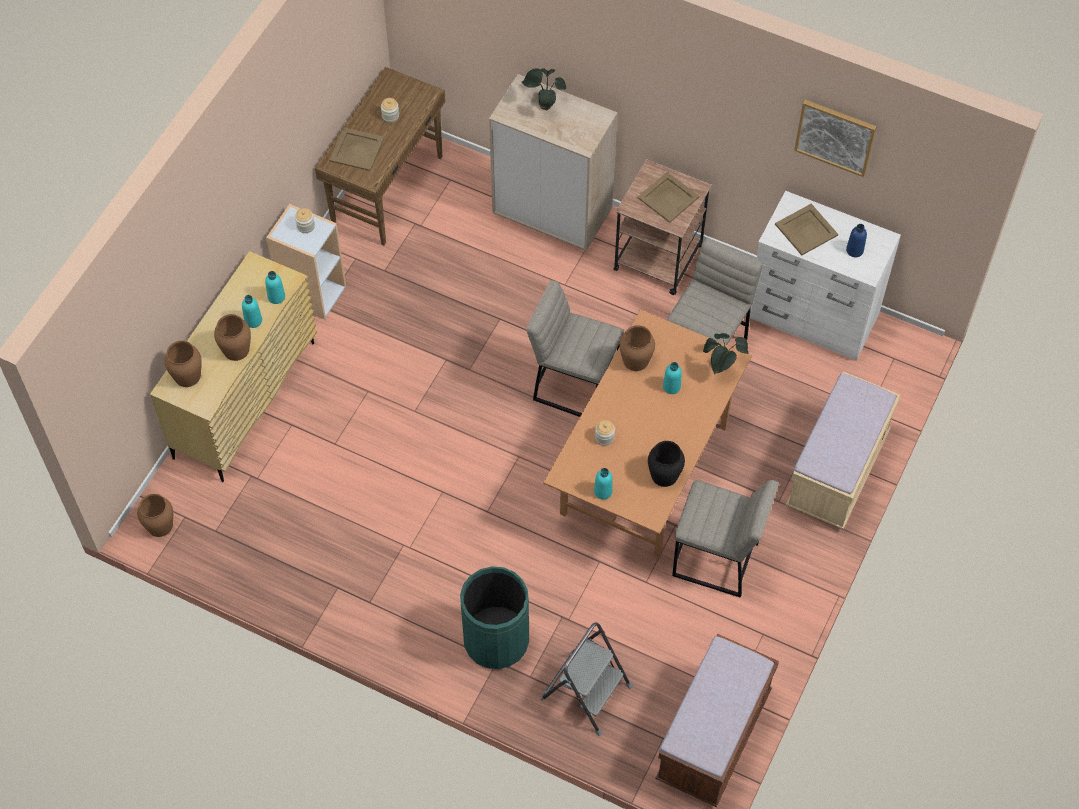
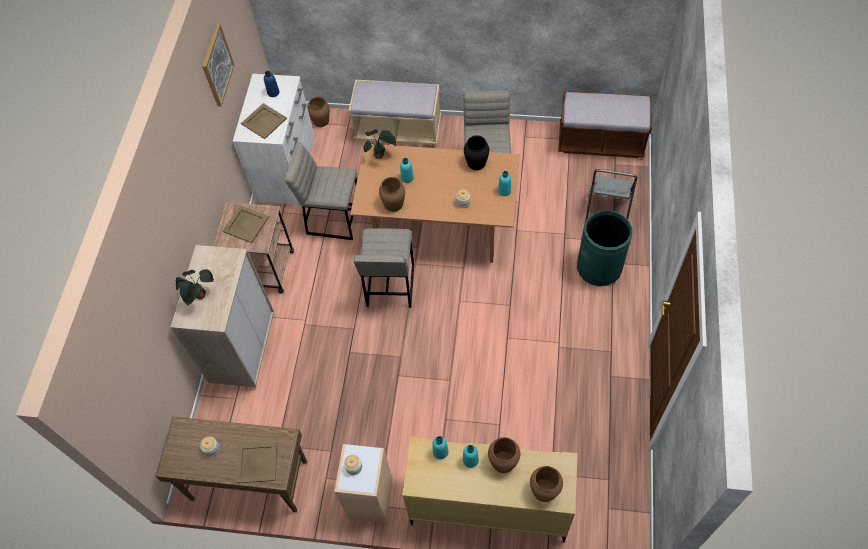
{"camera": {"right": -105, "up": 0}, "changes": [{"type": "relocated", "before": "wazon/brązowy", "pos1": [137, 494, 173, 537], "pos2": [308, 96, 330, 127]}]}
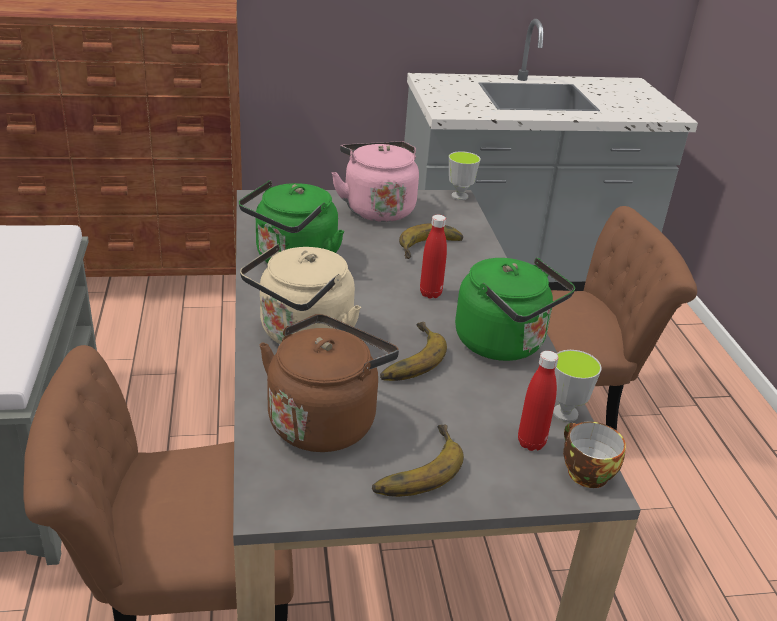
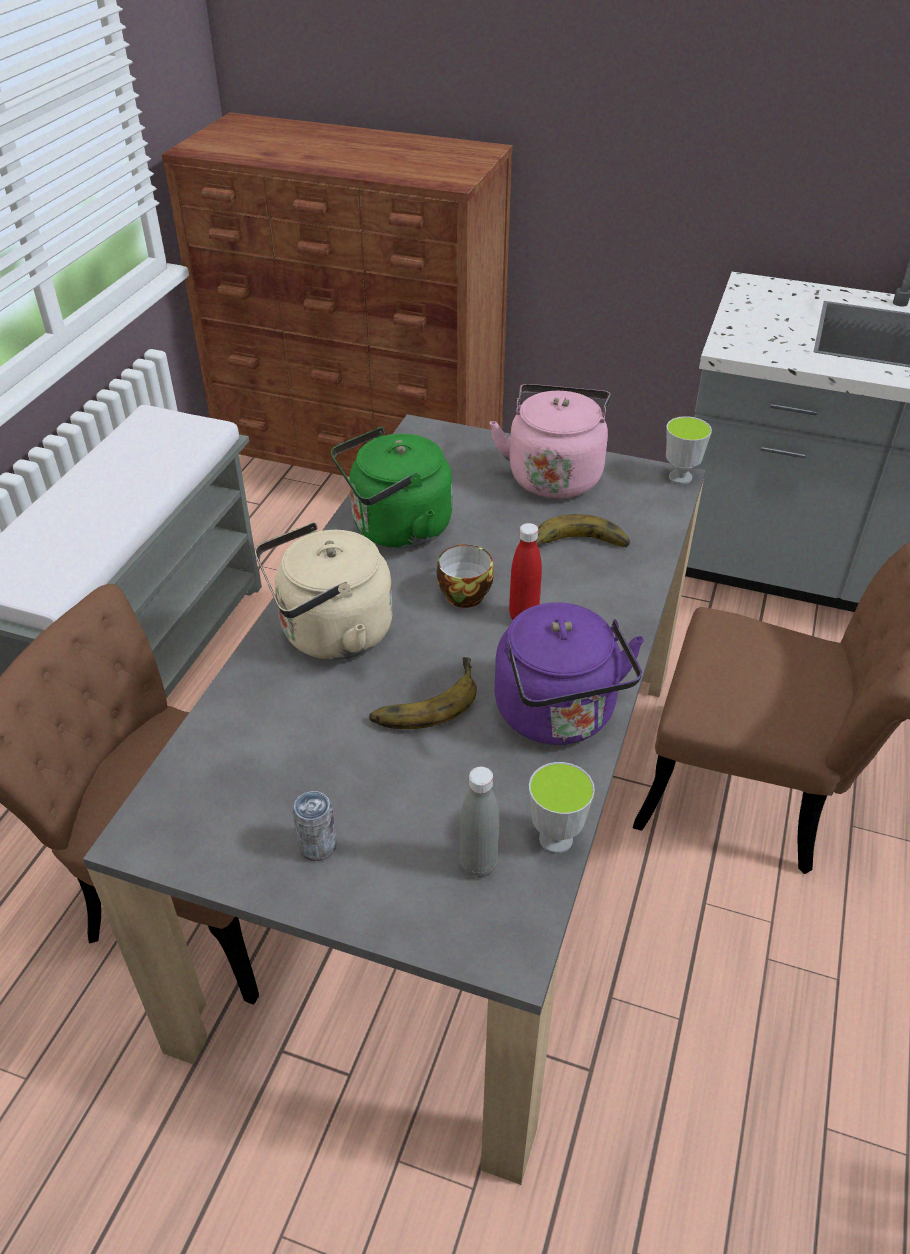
{"camera": {"right": 30, "up": 10}, "changes": [{"type": "colour", "before": "czajnik/zielony", "after": "czajnik/fioletowy", "pos1": [455, 258, 575, 361], "pos2": [495, 602, 644, 745]}, {"type": "missing", "before": "czajnik/brązowy", "pos1": [260, 314, 399, 452]}, {"type": "colour", "before": "butelka/czerwony", "after": "butelka/szary", "pos1": [518, 351, 559, 451], "pos2": [460, 767, 499, 878]}, {"type": "relocated", "before": "filiżanka", "pos1": [563, 421, 626, 488], "pos2": [437, 544, 494, 608]}, {"type": "exchanged", "before": "banan", "after": "puszka", "pos1": [372, 425, 464, 497], "pos2": [293, 791, 337, 861]}]}
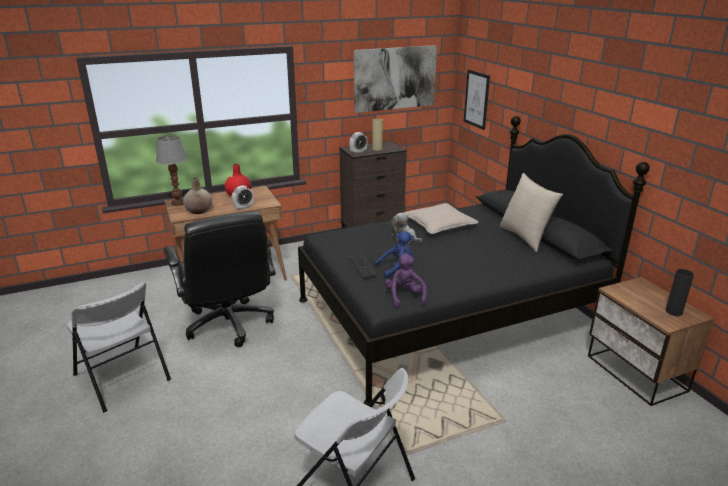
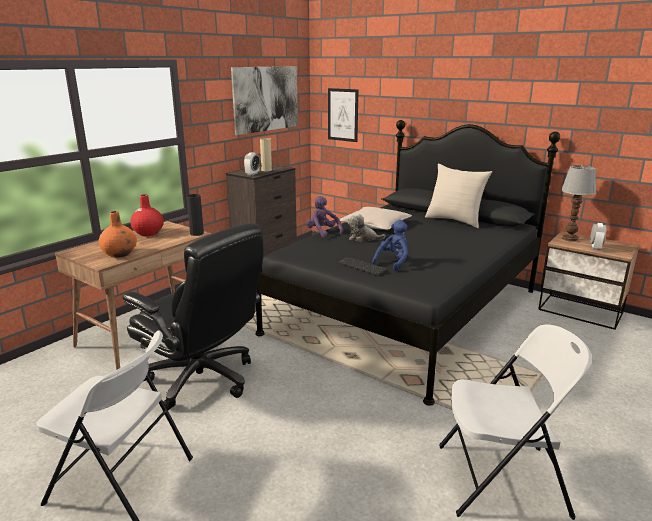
{"camera": {"right": -30, "up": -5}, "changes": [{"type": "relocated", "before": "lampa stołowa", "pos1": [156, 135, 187, 206], "pos2": [561, 165, 596, 242]}, {"type": "colour", "before": "wazon/beżowy", "after": "wazon/pomarańczowy", "pos1": [183, 178, 212, 214], "pos2": [99, 211, 137, 258]}, {"type": "relocated", "before": "budzik", "pos1": [232, 185, 253, 210], "pos2": [590, 223, 606, 250]}, {"type": "relocated", "before": "pluszak/fioletowy", "pos1": [385, 254, 427, 307], "pos2": [306, 196, 343, 238]}, {"type": "relocated", "before": "wazon/czarny", "pos1": [666, 269, 694, 316], "pos2": [186, 194, 204, 236]}]}
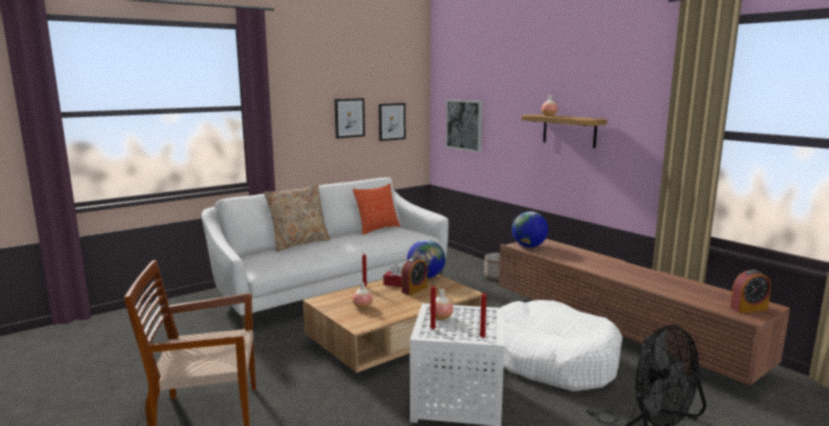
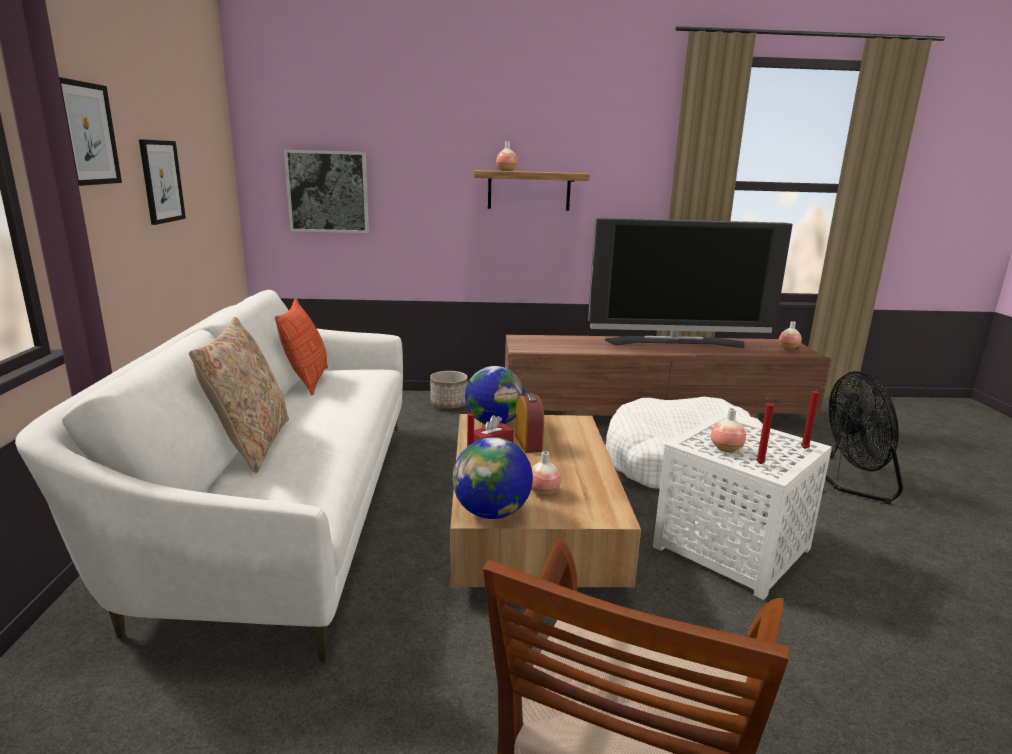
{"camera": {"right": -55, "up": 5}, "changes": [{"type": "relocated", "before": "obraz", "pos1": [379, 103, 406, 141], "pos2": [59, 77, 122, 186]}, {"type": "relocated", "before": "globus", "pos1": [512, 211, 549, 248], "pos2": [452, 437, 533, 519]}, {"type": "exchanged", "before": "budzik", "after": "wazon", "pos1": [730, 270, 771, 313], "pos2": [779, 321, 802, 349]}, {"type": "appeared", "after": "telewizor", "pos2": [588, 218, 793, 348]}]}
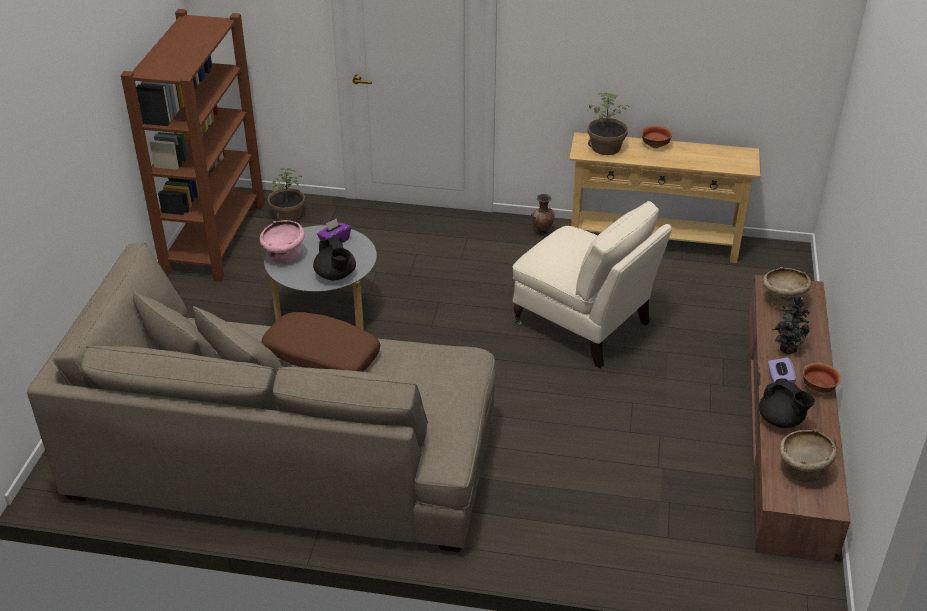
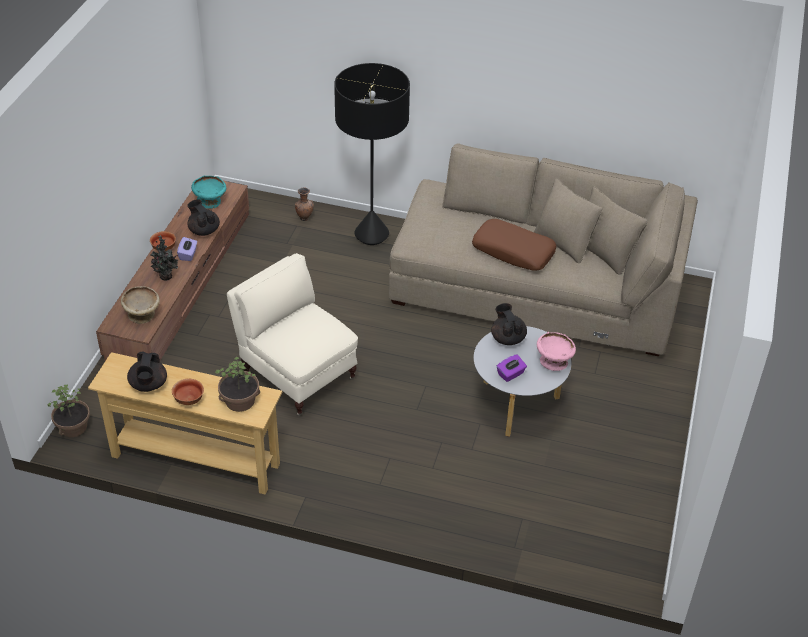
{"camera": {"right": -175, "up": 5}, "changes": [{"type": "missing", "before": "regał/brązowy", "pos1": [121, 9, 265, 282]}, {"type": "relocated", "before": "roślina doniczkowa", "pos1": [268, 168, 305, 221], "pos2": [47, 385, 90, 437]}, {"type": "relocated", "before": "wazon/brązowy", "pos1": [531, 194, 555, 235], "pos2": [295, 188, 314, 221]}, {"type": "colour", "before": "miska/beżowy", "after": "miska/turkusowy", "pos1": [779, 429, 837, 482], "pos2": [191, 176, 226, 209]}, {"type": "appeared", "after": "lampa stojąca/czarny", "pos2": [334, 63, 410, 245]}, {"type": "appeared", "after": "imbryk/czarny", "pos2": [127, 351, 167, 392]}]}
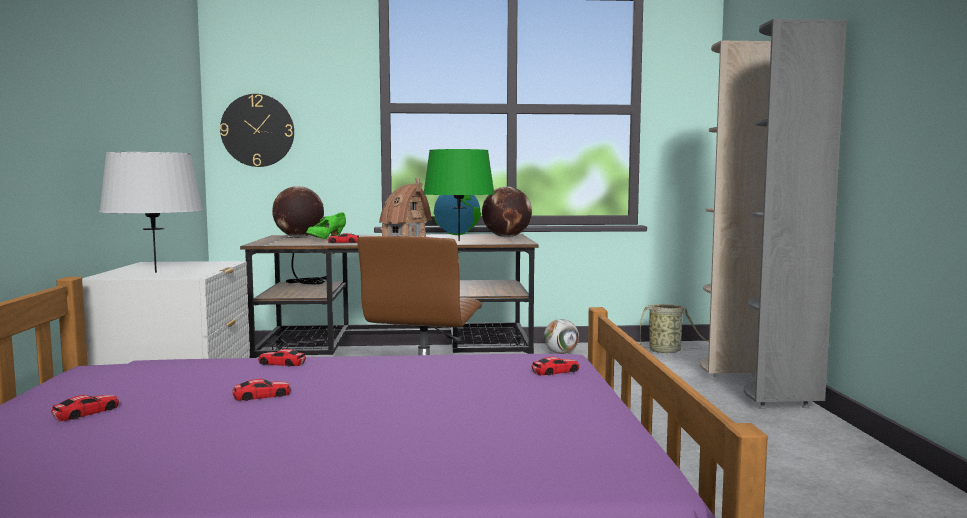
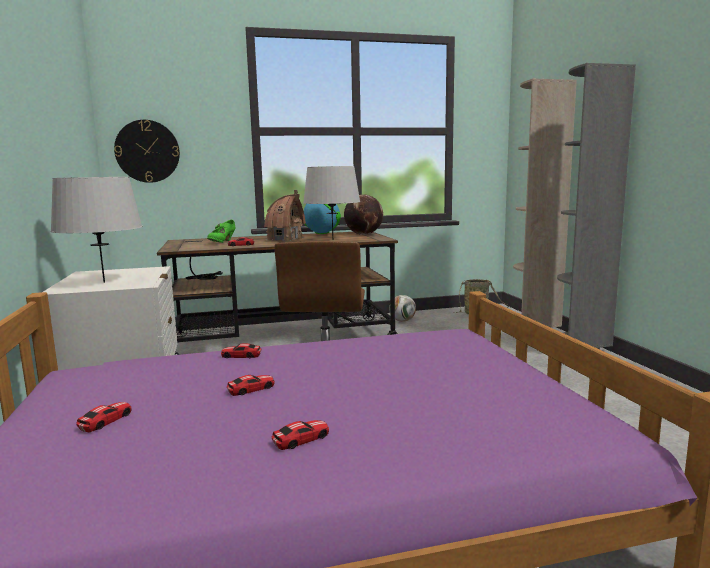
{"camera": {"right": -10, "up": 5}, "changes": [{"type": "colour", "before": "lampa stołowa/zielony", "after": "lampa stołowa/szary", "pos1": [424, 149, 495, 241], "pos2": [303, 166, 360, 240]}, {"type": "missing", "before": "globus", "pos1": [272, 186, 324, 237]}, {"type": "relocated", "before": "samochodzik", "pos1": [532, 357, 579, 375], "pos2": [272, 420, 329, 450]}]}
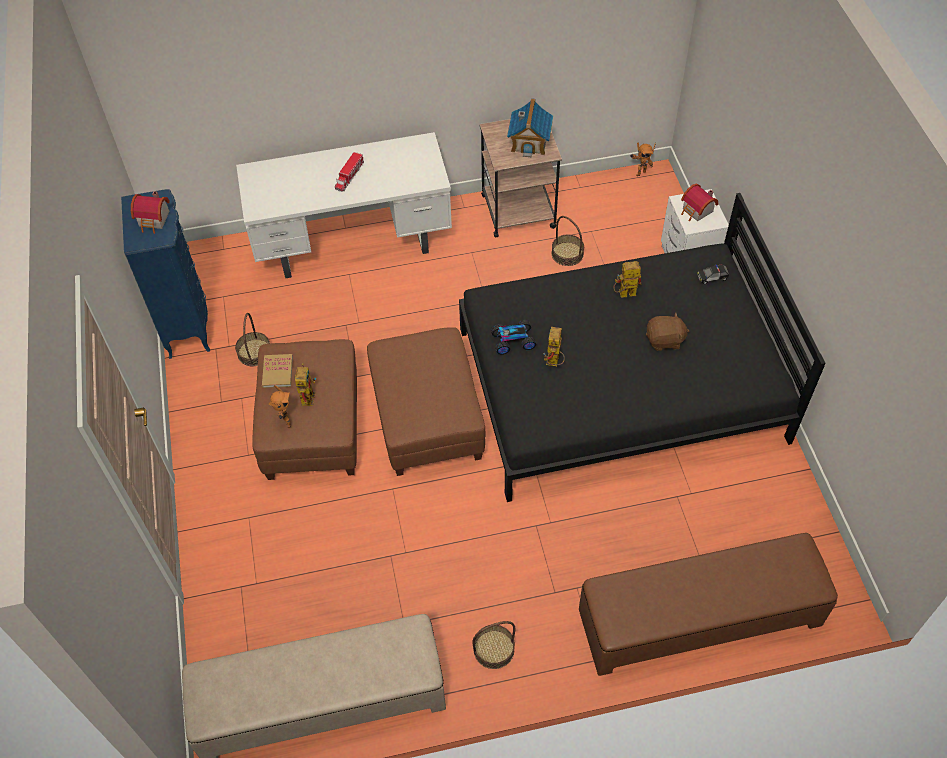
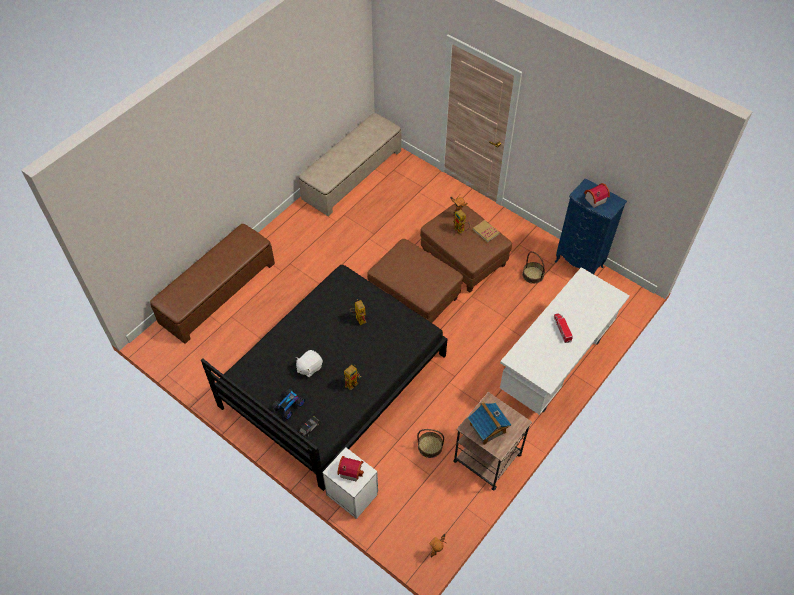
{"camera": {"right": 140, "up": 0}, "changes": [{"type": "colour", "before": "pluszak/brązowy", "after": "pluszak/biały", "pos1": [646, 313, 689, 351], "pos2": [296, 350, 323, 377]}, {"type": "relocated", "before": "samochodzik", "pos1": [491, 320, 536, 355], "pos2": [272, 388, 305, 420]}, {"type": "missing", "before": "koszyk", "pos1": [472, 621, 515, 669]}]}
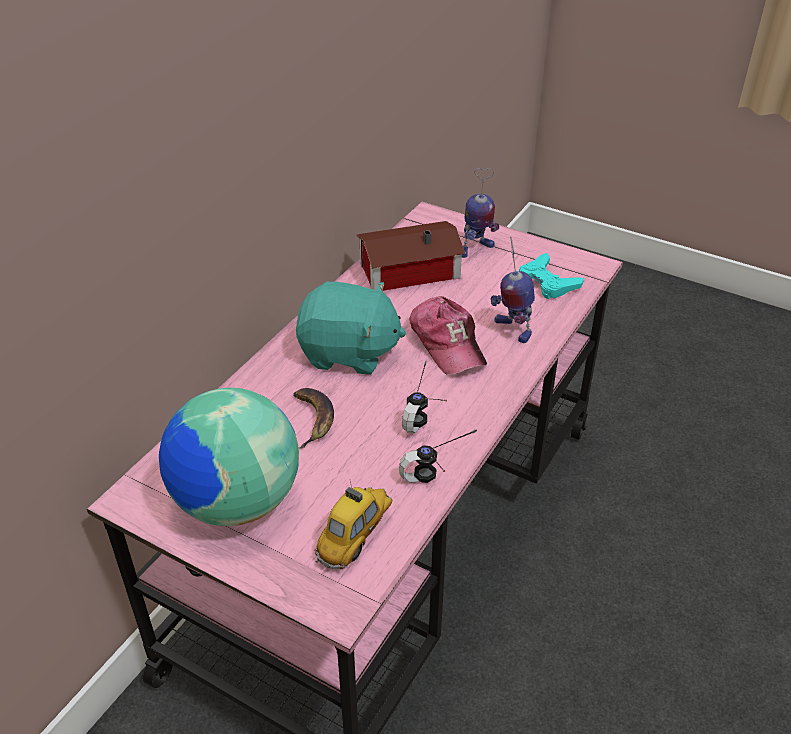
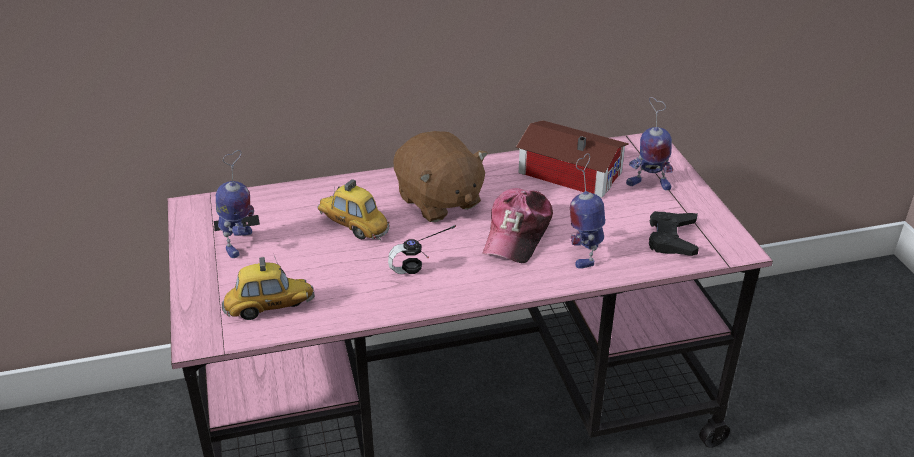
{"camera": {"right": 45, "up": -5}, "changes": [{"type": "colour", "before": "pad do gier/turkusowy", "after": "pad do gier/czarny", "pos1": [519, 253, 584, 299], "pos2": [649, 211, 699, 256]}, {"type": "colour", "before": "pluszak/turkusowy", "after": "pluszak/brązowy", "pos1": [296, 282, 406, 375], "pos2": [393, 131, 488, 222]}, {"type": "exchanged", "before": "globus", "after": "robot zabawkowy", "pos1": [159, 388, 299, 526], "pos2": [216, 150, 254, 258]}, {"type": "exchanged", "before": "banan", "after": "samochodzik", "pos1": [293, 388, 334, 449], "pos2": [317, 179, 390, 240]}, {"type": "missing", "before": "słuchawki", "pos1": [399, 429, 477, 483]}]}
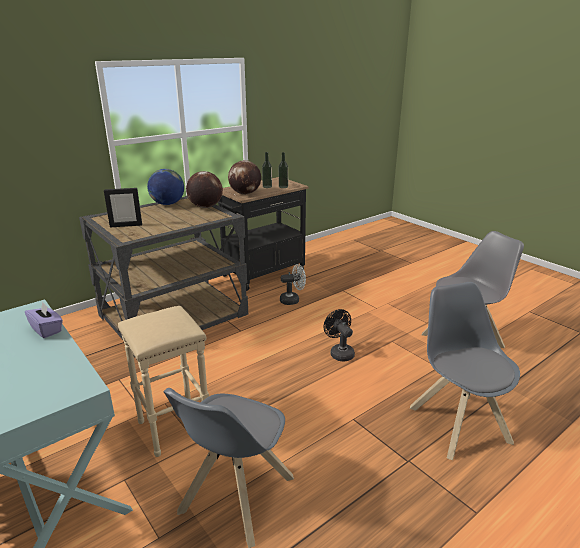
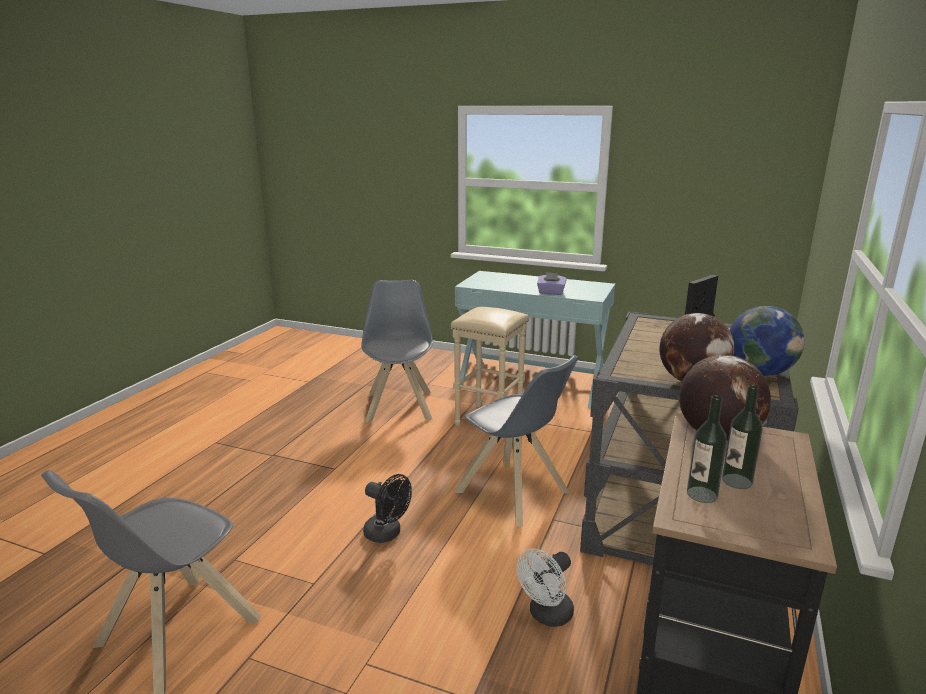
{"camera": {"right": 150, "up": -5}, "changes": [{"type": "relocated", "before": "krzesło/szary", "pos1": [410, 282, 520, 461], "pos2": [454, 355, 578, 527]}]}
